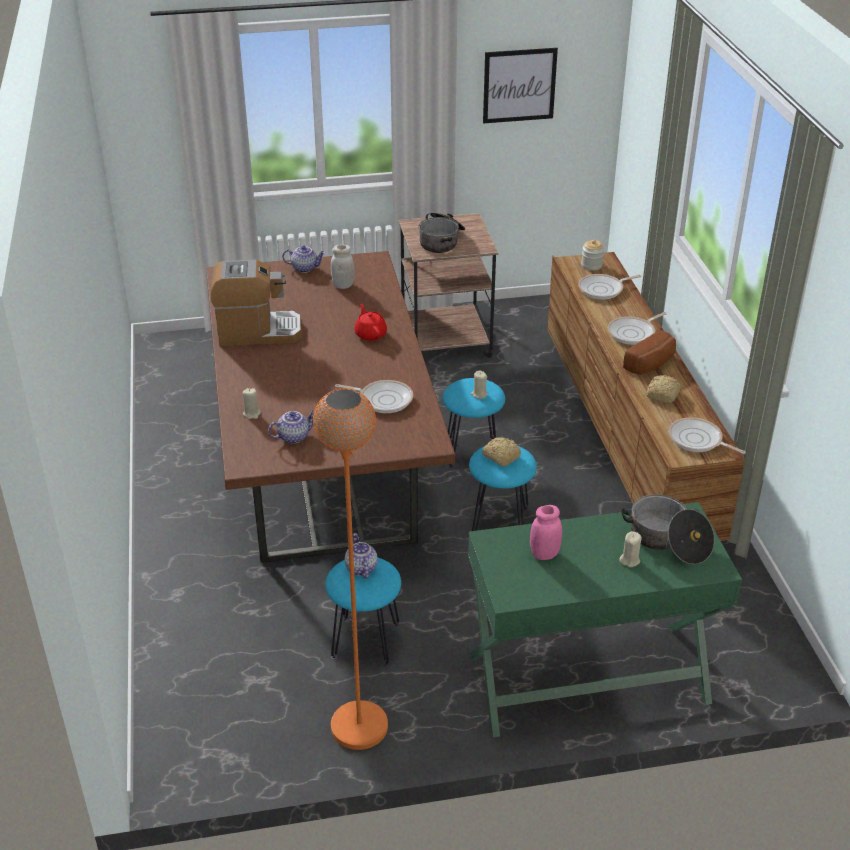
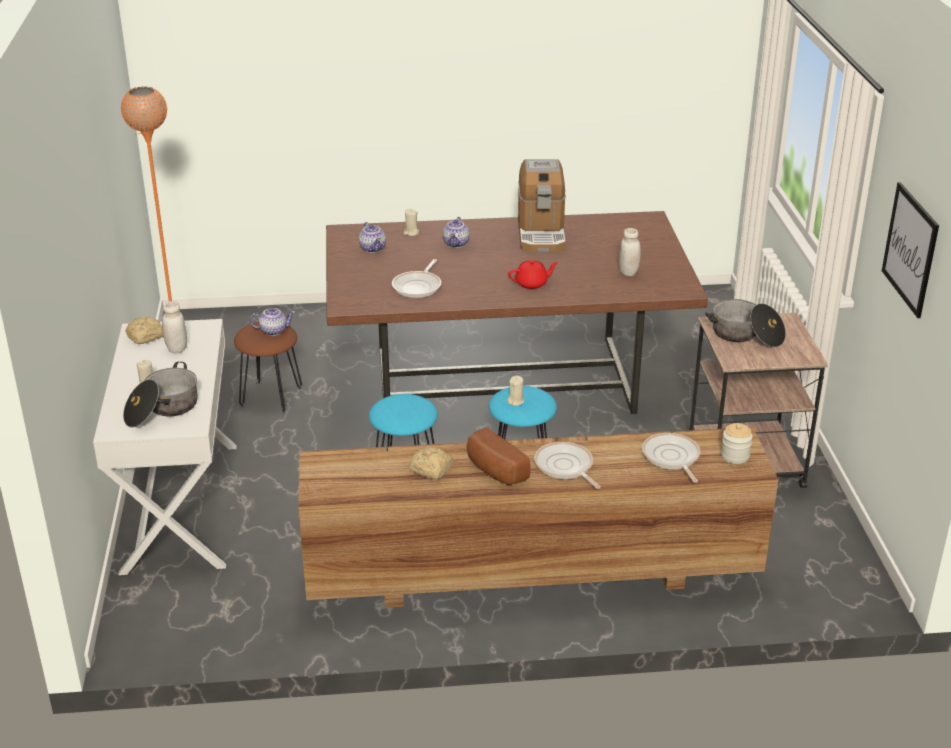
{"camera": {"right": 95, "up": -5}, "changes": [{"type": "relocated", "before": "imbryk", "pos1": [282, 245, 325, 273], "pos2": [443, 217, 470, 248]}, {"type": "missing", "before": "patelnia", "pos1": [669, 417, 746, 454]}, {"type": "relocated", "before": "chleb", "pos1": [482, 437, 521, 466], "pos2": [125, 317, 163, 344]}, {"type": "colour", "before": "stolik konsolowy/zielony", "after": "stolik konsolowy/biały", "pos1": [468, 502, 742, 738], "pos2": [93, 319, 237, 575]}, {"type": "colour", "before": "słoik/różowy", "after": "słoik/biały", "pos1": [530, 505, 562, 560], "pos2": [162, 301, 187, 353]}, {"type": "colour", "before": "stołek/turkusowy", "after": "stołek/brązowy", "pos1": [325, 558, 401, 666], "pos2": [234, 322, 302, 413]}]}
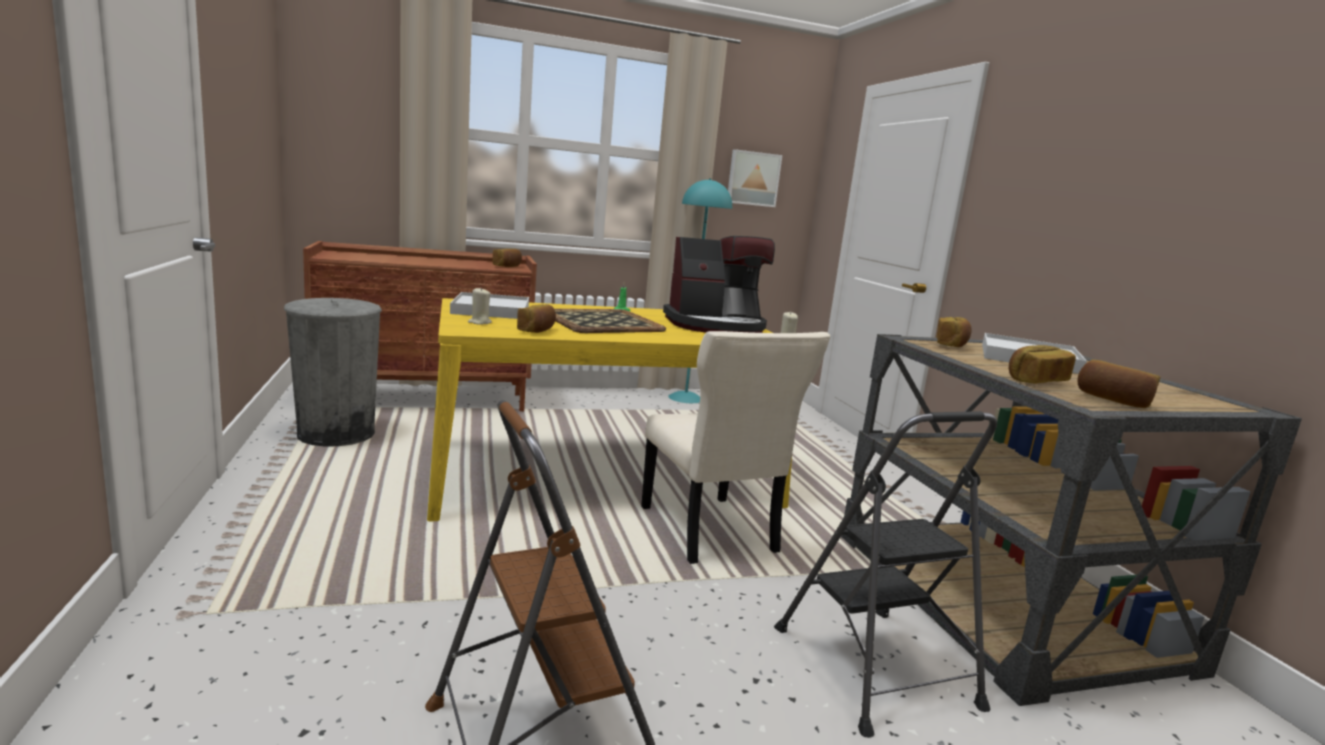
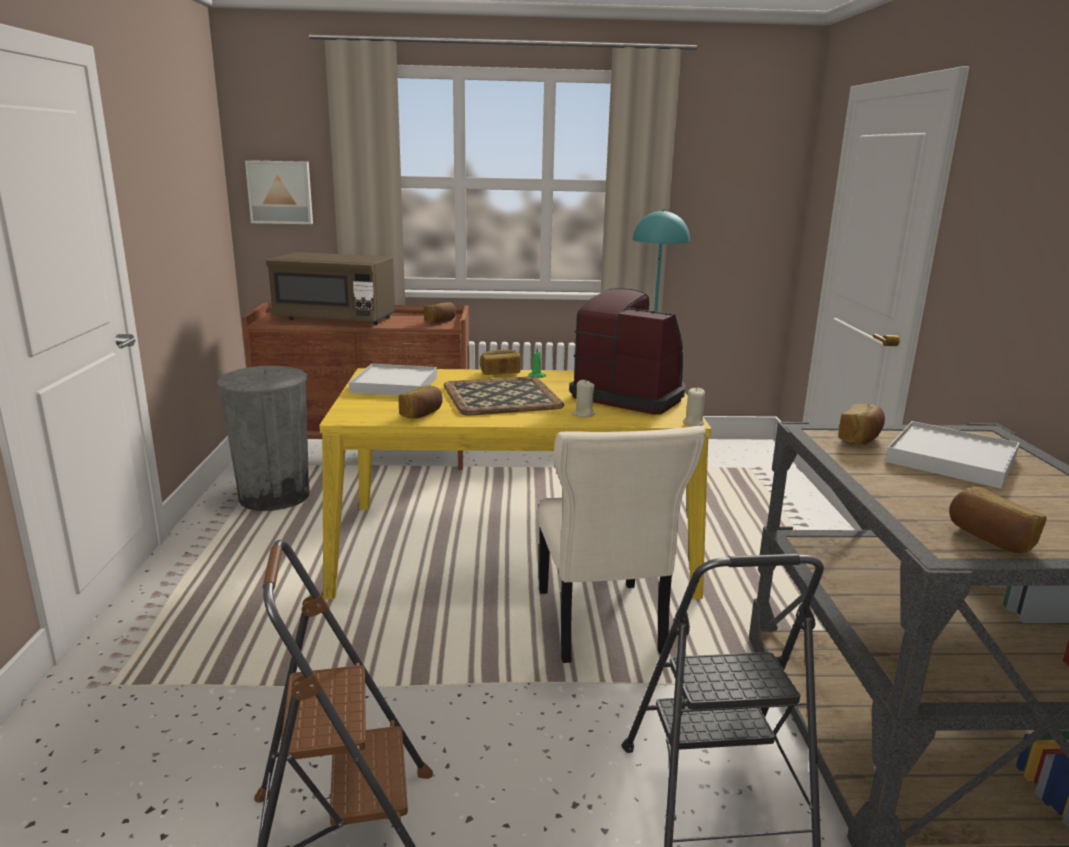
{"camera": {"right": 15, "up": 5}, "changes": [{"type": "relocated", "before": "obraz", "pos1": [728, 149, 782, 207], "pos2": [245, 160, 313, 224]}, {"type": "spun", "before": "ekspres do kawy", "pos1": [663, 236, 775, 333], "pos2": [569, 288, 685, 415], "turn": -150}, {"type": "relocated", "before": "świeca/beżowy", "pos1": [468, 287, 492, 324], "pos2": [572, 380, 595, 418]}, {"type": "relocated", "before": "chleb", "pos1": [1009, 345, 1076, 384], "pos2": [480, 350, 521, 375]}, {"type": "appeared", "after": "mikrofalówka/brązowy", "pos2": [266, 252, 396, 325]}]}
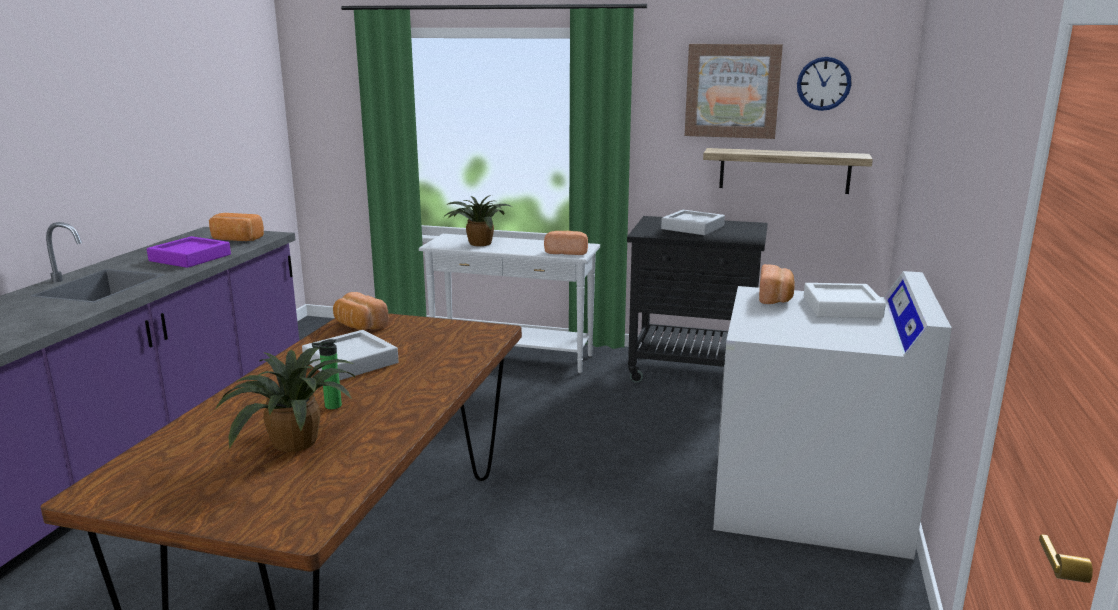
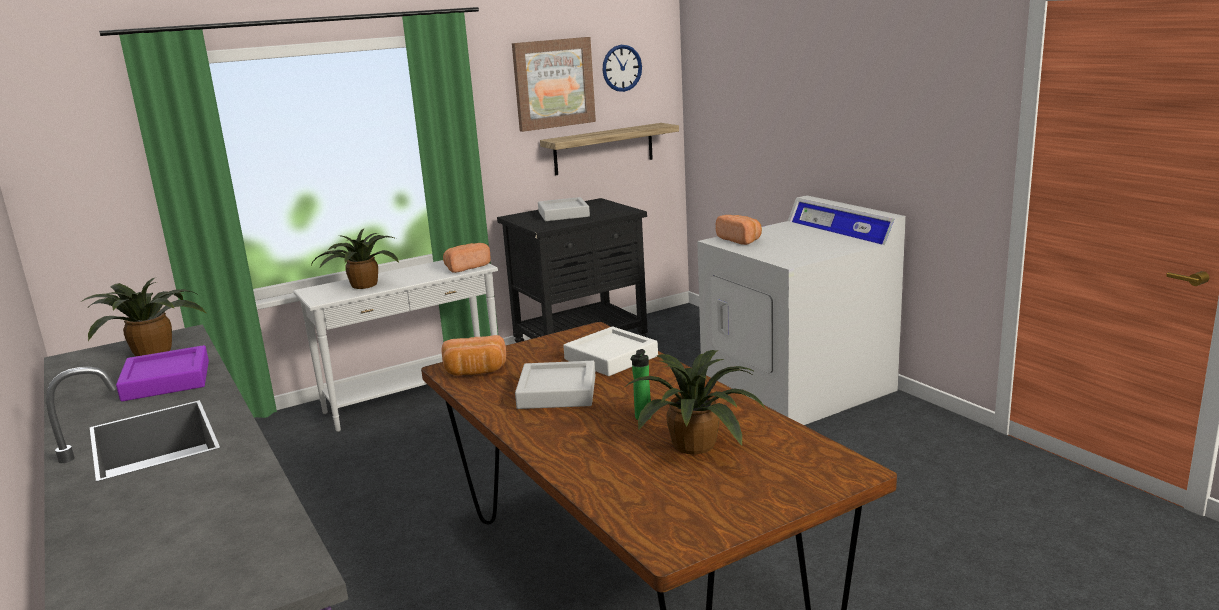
{"camera": {"right": -45, "up": 0}, "changes": [{"type": "exchanged", "before": "chleb", "after": "roślina doniczkowa", "pos1": [209, 213, 264, 241], "pos2": [81, 277, 206, 356]}, {"type": "relocated", "before": "taca/biały", "pos1": [804, 283, 886, 318], "pos2": [563, 327, 658, 376]}]}
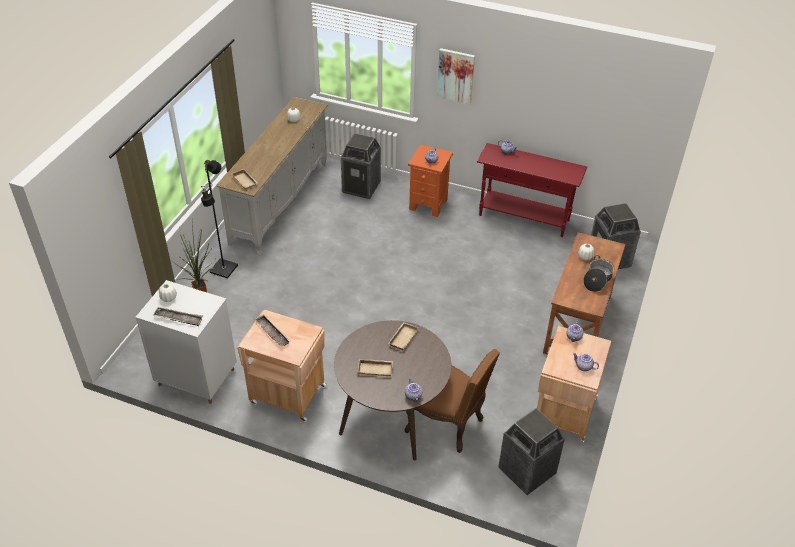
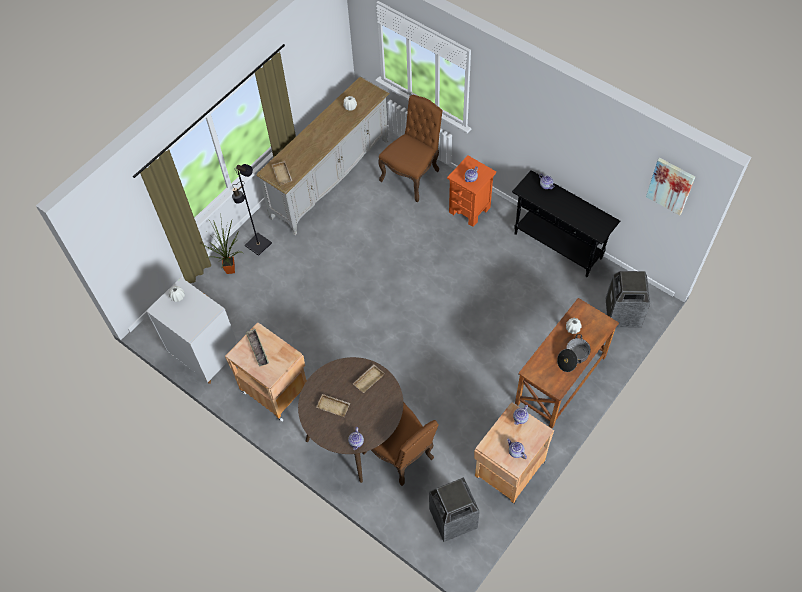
{"camera": {"right": 20, "up": 15}, "changes": [{"type": "relocated", "before": "obraz", "pos1": [437, 48, 475, 105], "pos2": [646, 158, 695, 215]}, {"type": "exchanged", "before": "kosz na śmieci", "after": "krzesło/brązowy", "pos1": [341, 133, 381, 199], "pos2": [378, 95, 442, 202]}, {"type": "colour", "before": "stolik konsolowy/czerwony", "after": "stolik konsolowy/czarny", "pos1": [477, 143, 587, 237], "pos2": [512, 170, 620, 277]}, {"type": "missing", "before": "taca", "pos1": [153, 307, 203, 326]}]}
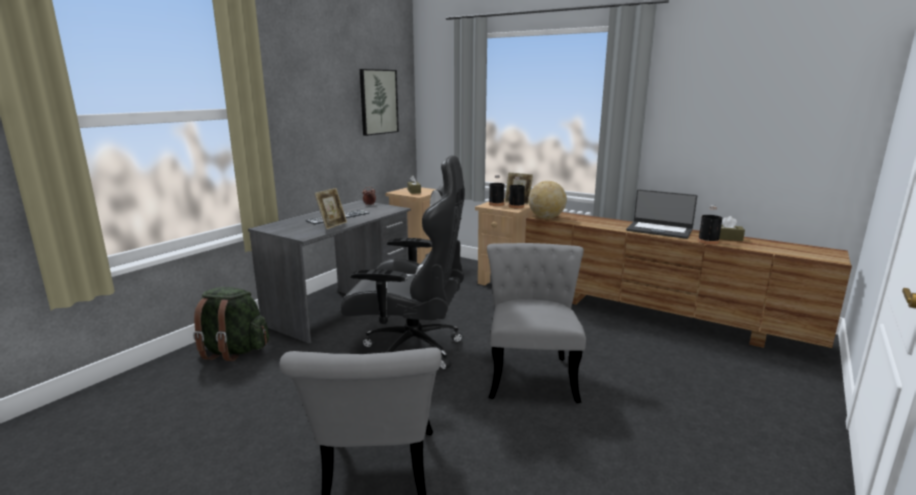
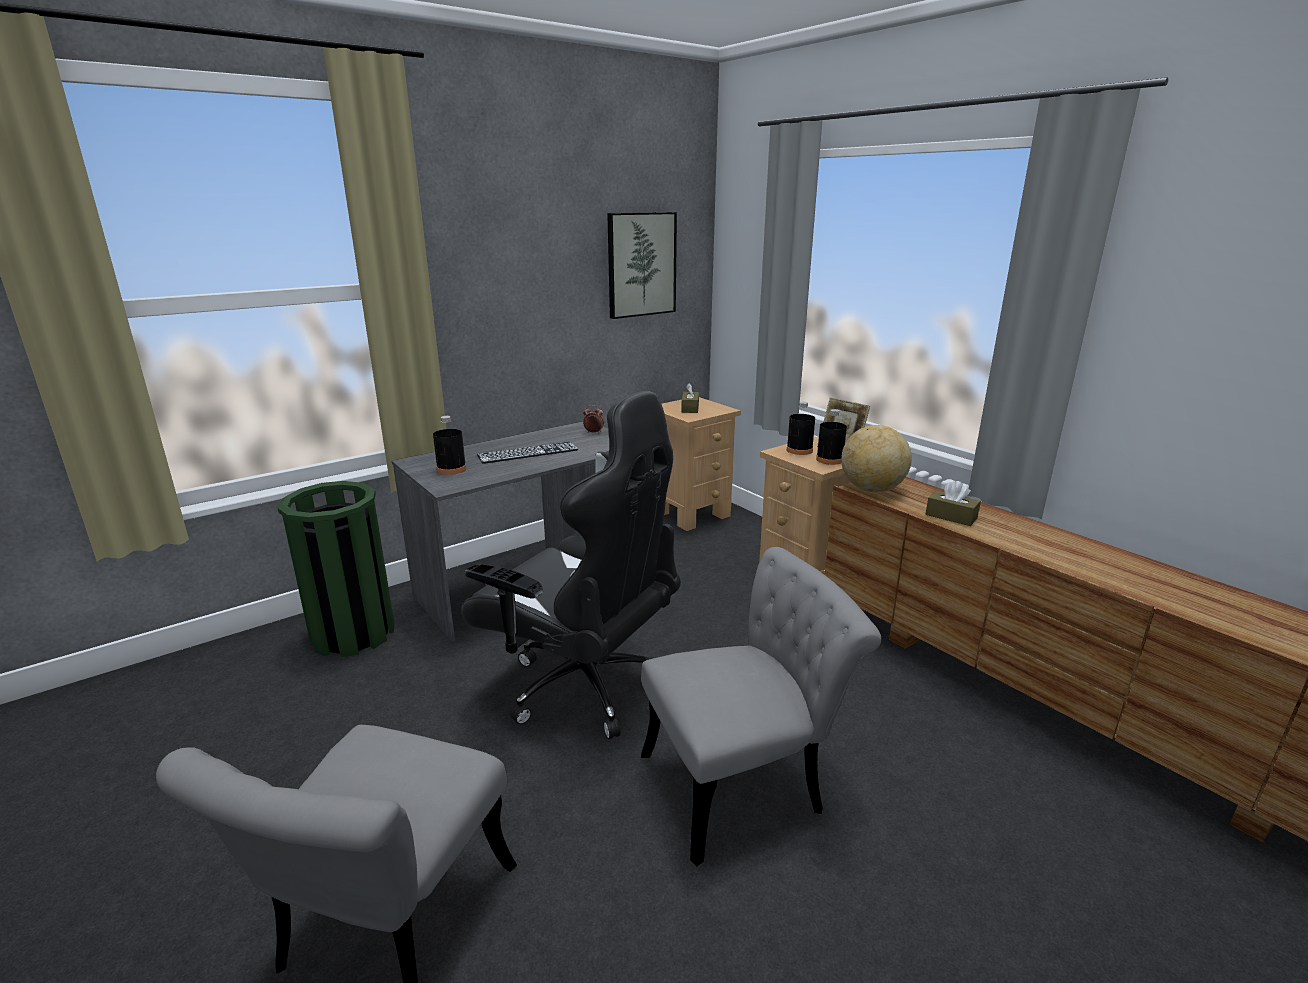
{"camera": {"right": 20, "up": 5}, "changes": [{"type": "missing", "before": "ramka na zdjęcie", "pos1": [315, 188, 347, 230]}, {"type": "missing", "before": "laptop", "pos1": [626, 189, 697, 239]}, {"type": "relocated", "before": "butelka/czarny", "pos1": [698, 205, 722, 245], "pos2": [433, 416, 466, 475]}, {"type": "relocated", "before": "pudełko chusteczek/brązowy", "pos1": [719, 216, 745, 241], "pos2": [926, 481, 981, 526]}, {"type": "spun", "before": "krzesło/szary", "pos1": [487, 243, 586, 403], "pos2": [641, 547, 881, 866], "turn": 45}, {"type": "exchanged", "before": "plecak/zielony", "after": "kosz na śmieci/zielony", "pos1": [193, 287, 269, 361], "pos2": [278, 481, 394, 657]}]}
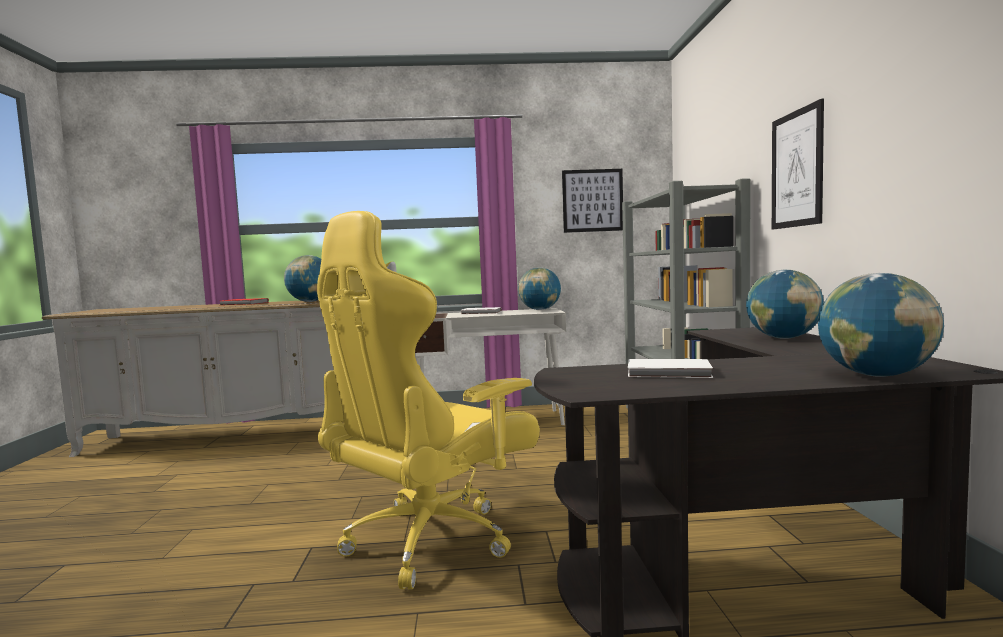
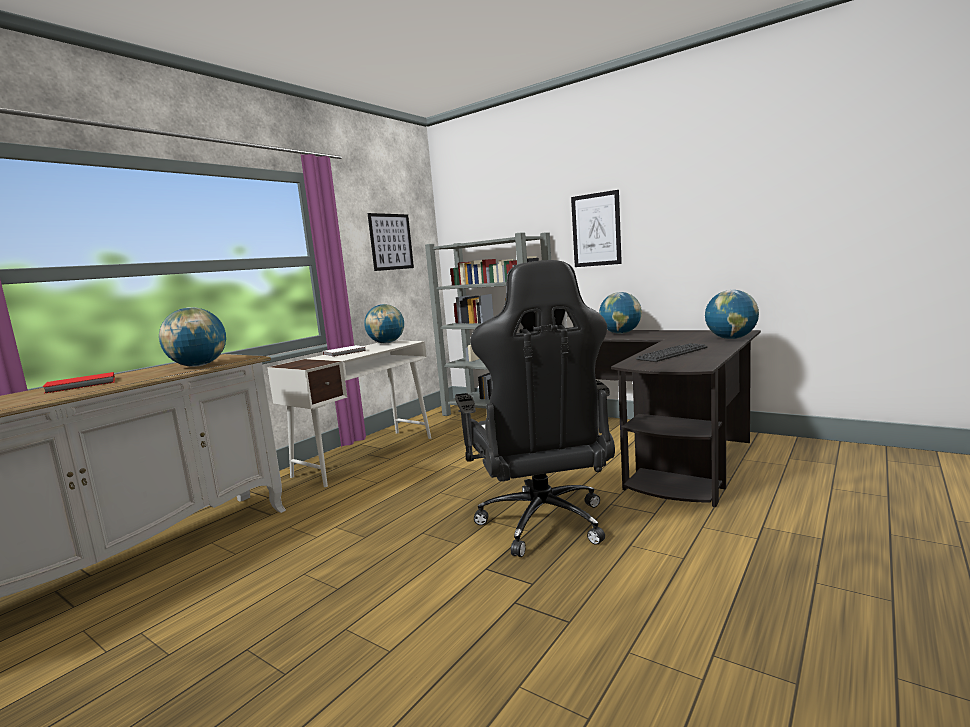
{"camera": {"right": -50, "up": 5}, "changes": [{"type": "colour", "before": "krzesło biurowe/żółty", "after": "krzesło biurowe/czarny", "pos1": [317, 211, 540, 590], "pos2": [455, 260, 615, 557]}, {"type": "exchanged", "before": "książka/biały", "after": "klawiatura", "pos1": [628, 359, 713, 378], "pos2": [636, 343, 707, 362]}]}
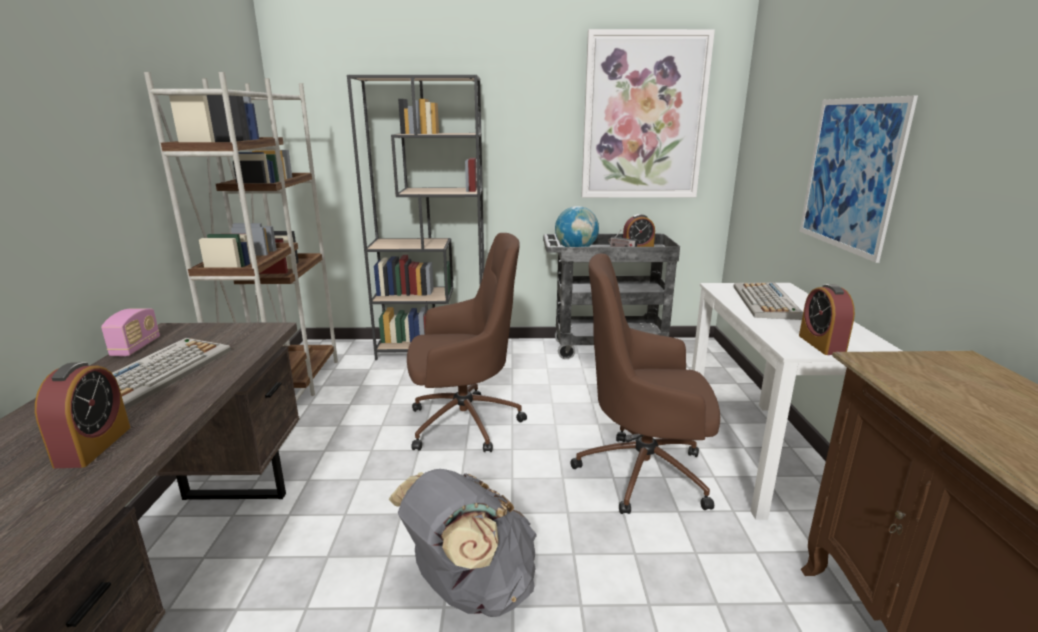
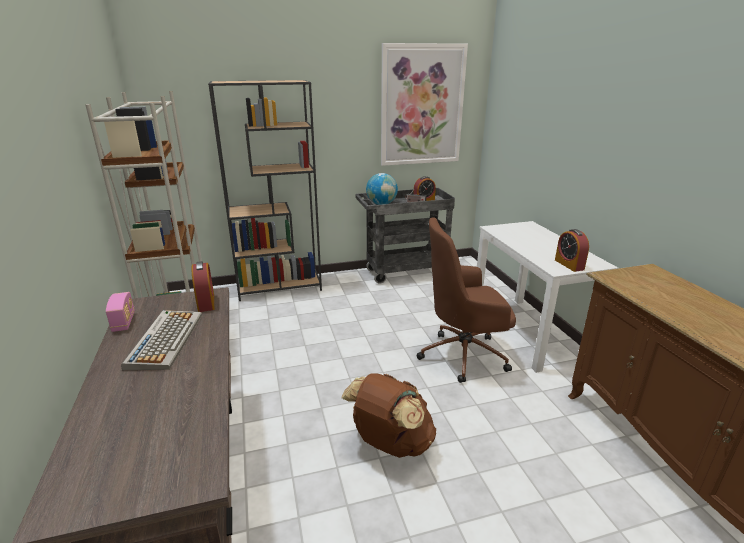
{"camera": {"right": -15, "up": 5}, "changes": [{"type": "missing", "before": "obraz", "pos1": [799, 96, 918, 263]}, {"type": "missing", "before": "krzesło biurowe/brązowy", "pos1": [407, 233, 527, 452]}, {"type": "missing", "before": "klawiatura", "pos1": [734, 282, 803, 320]}, {"type": "relocated", "before": "budzik", "pos1": [35, 362, 130, 468], "pos2": [191, 261, 214, 312]}, {"type": "colour", "before": "plecak/szary", "after": "plecak/brązowy", "pos1": [389, 469, 537, 617], "pos2": [342, 373, 436, 458]}]}
